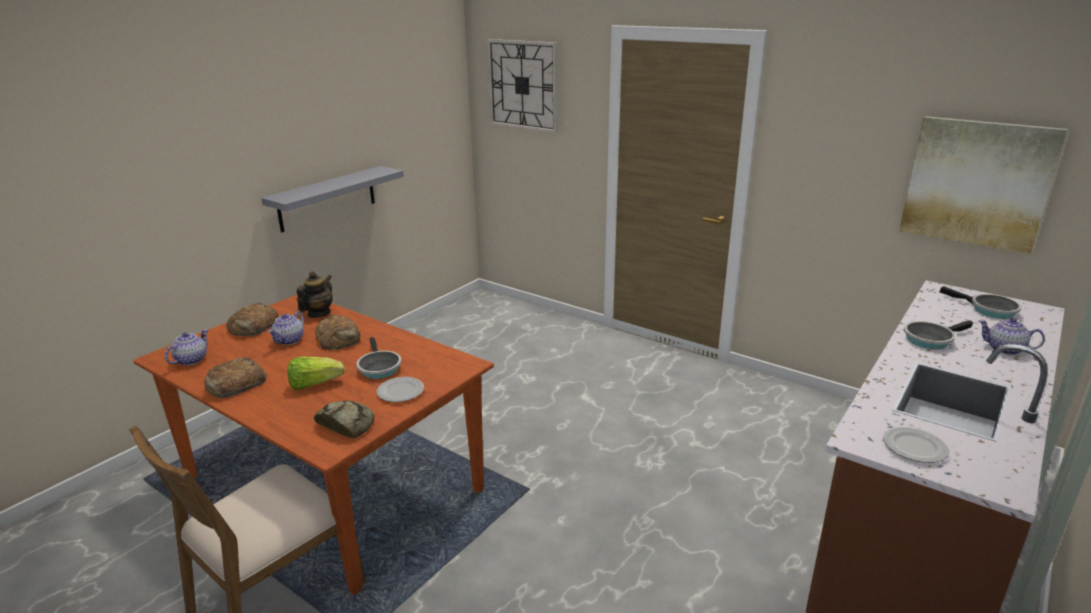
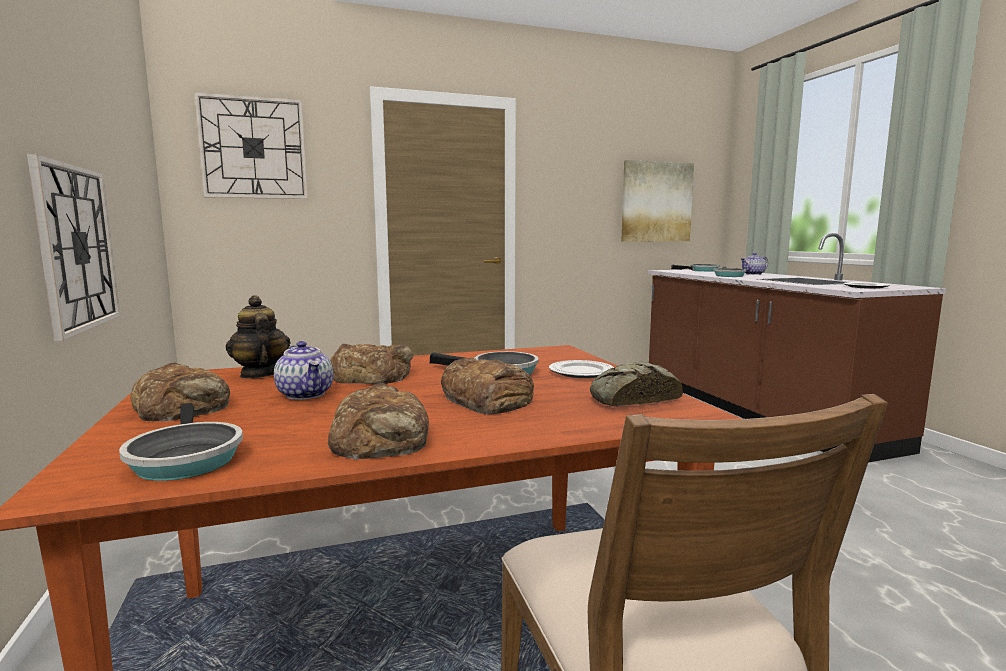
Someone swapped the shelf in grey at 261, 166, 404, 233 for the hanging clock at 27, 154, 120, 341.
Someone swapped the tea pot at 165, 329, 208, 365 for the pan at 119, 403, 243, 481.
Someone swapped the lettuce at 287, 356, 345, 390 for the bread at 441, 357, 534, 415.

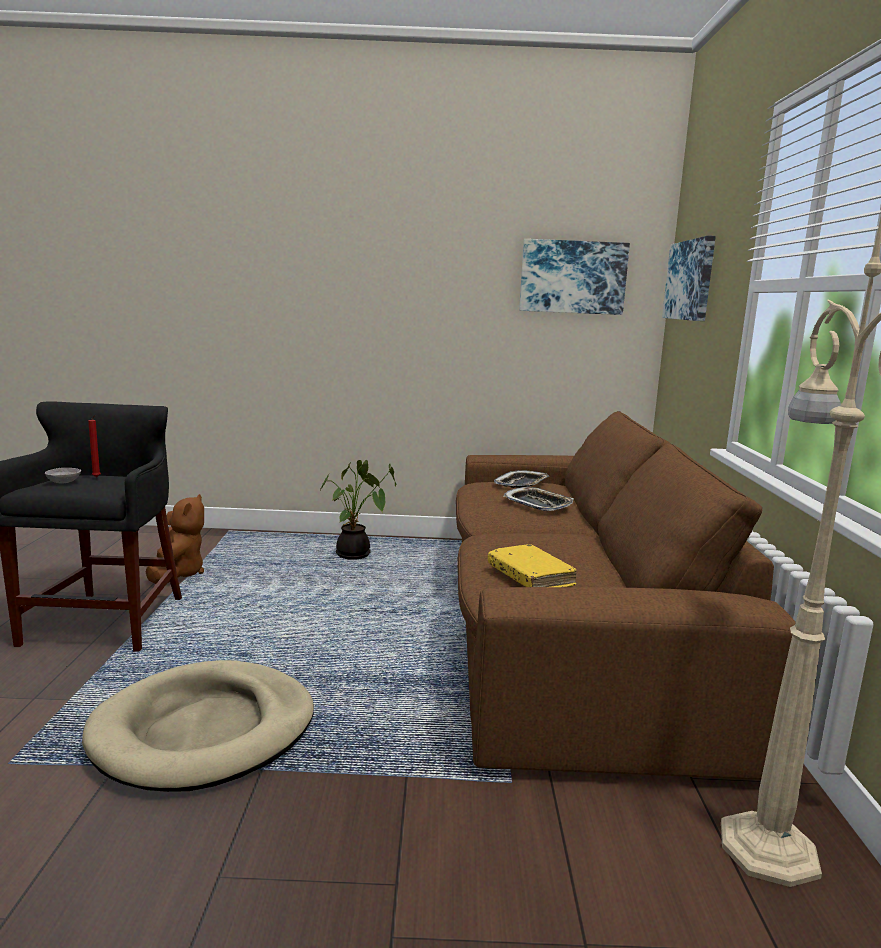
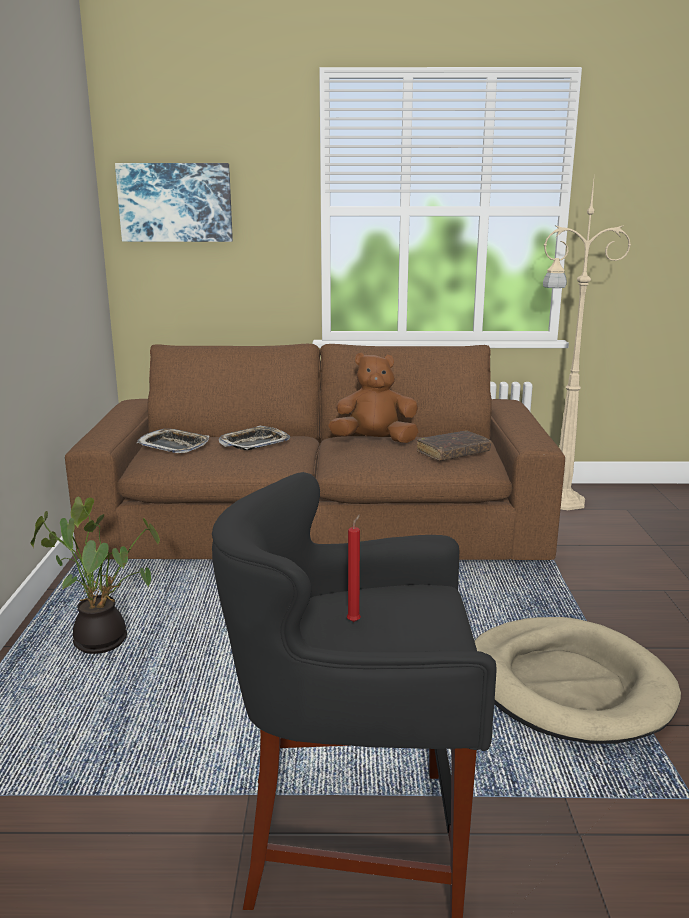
Someone carried the cuddly toy in brown from 146, 494, 204, 584 to 328, 353, 418, 443.
Someone repainted the volume in yellow-coloured at 488, 544, 577, 587, which became the volume in brown at 417, 430, 491, 461.
Someone took away the deep dish in grey at 45, 468, 81, 483.
Someone took away the wall picture at 519, 239, 630, 315.

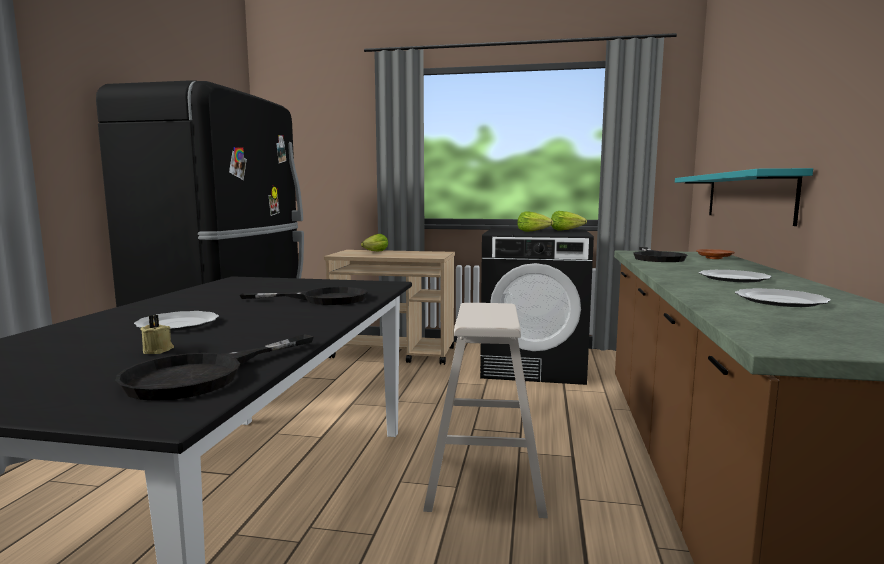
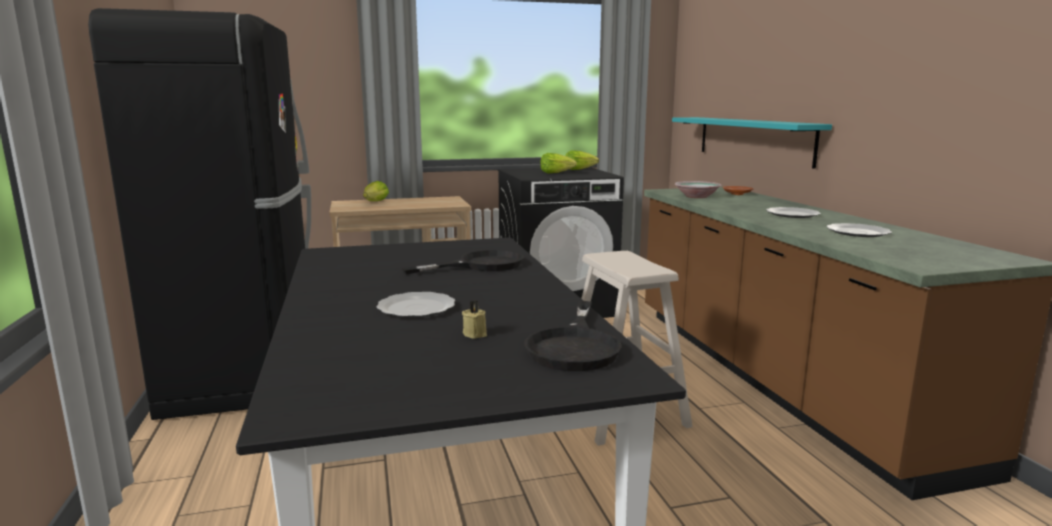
Someone swapped the pan in blackish at 633, 247, 687, 262 for the deep dish at 675, 181, 722, 198.

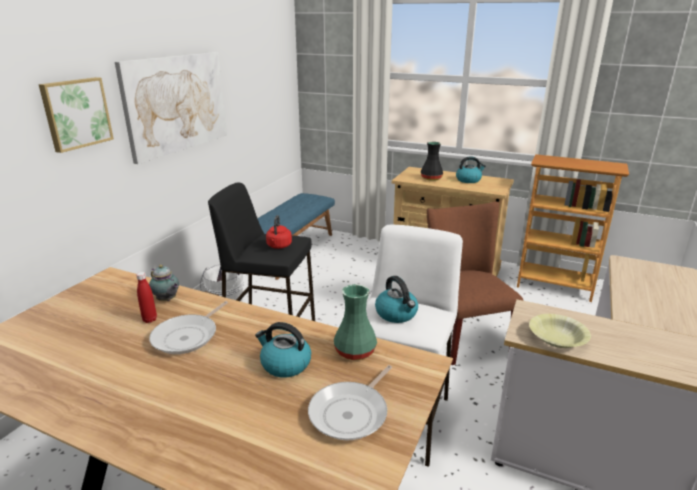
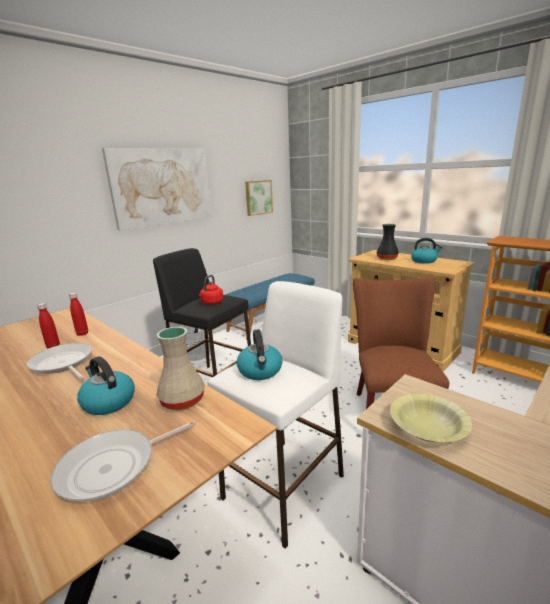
Someone rotated the pan at 149, 301, 228, 354 by 90 degrees clockwise.
Someone swapped the tea pot at 149, 264, 179, 301 for the beverage bottle in red-coloured at 69, 293, 88, 336.
Someone repainted the decorative vase in green-coloured at 334, 284, 377, 360, which became the decorative vase in sand-coloured at 156, 327, 205, 410.
Someone carried the wall picture from 39, 77, 114, 153 to 245, 180, 273, 216.

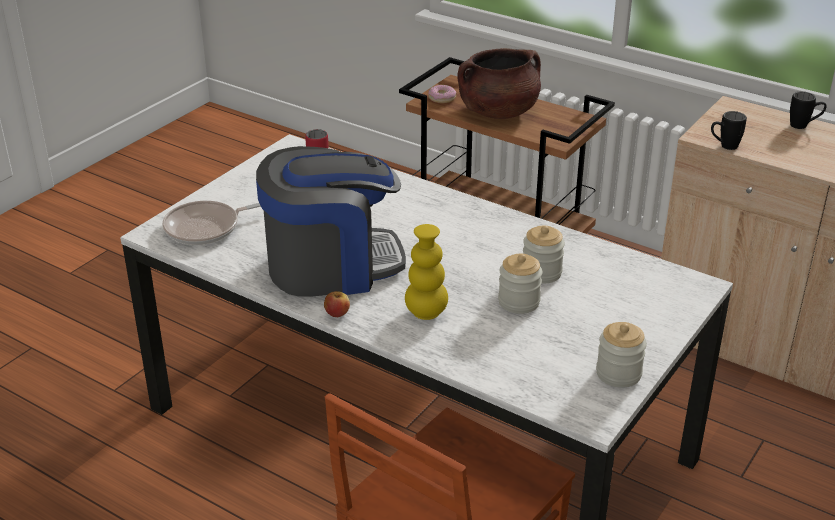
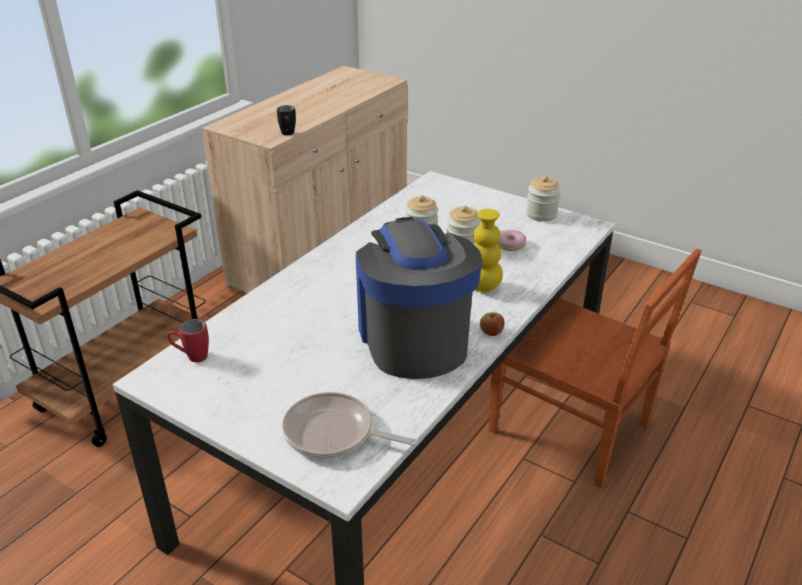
Someone rotated the pan at 163, 201, 261, 245 by 135 degrees clockwise.
Someone carried the ring doughnut from 428, 85, 457, 103 to 498, 230, 526, 251.
Someone took away the stockpot in brown at 457, 48, 541, 119.
Someone took away the coffee mug in blackish at 790, 91, 827, 129.

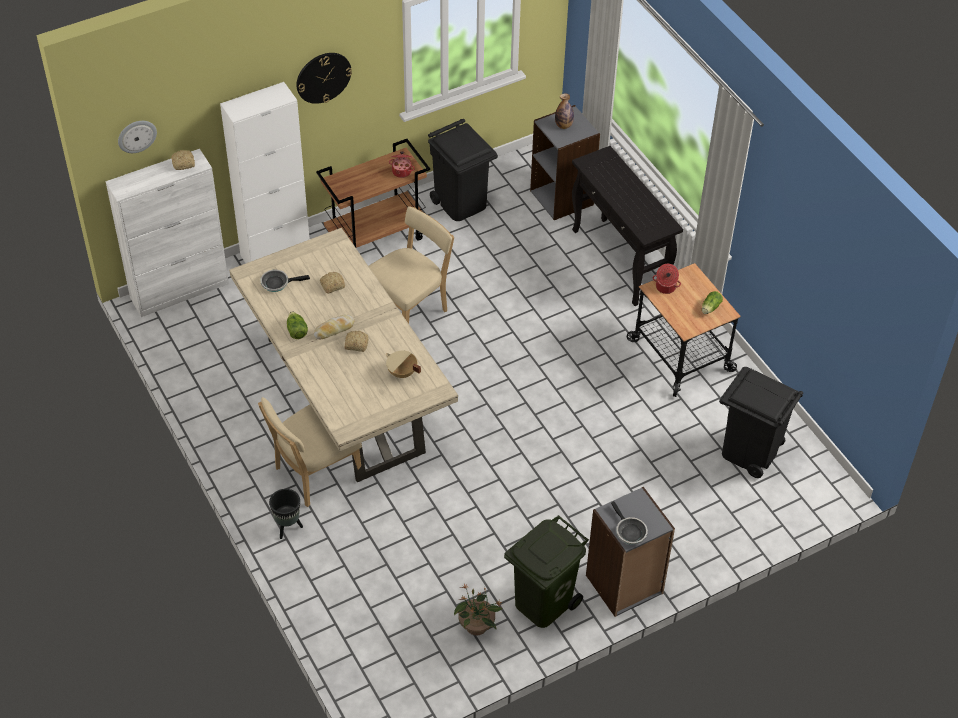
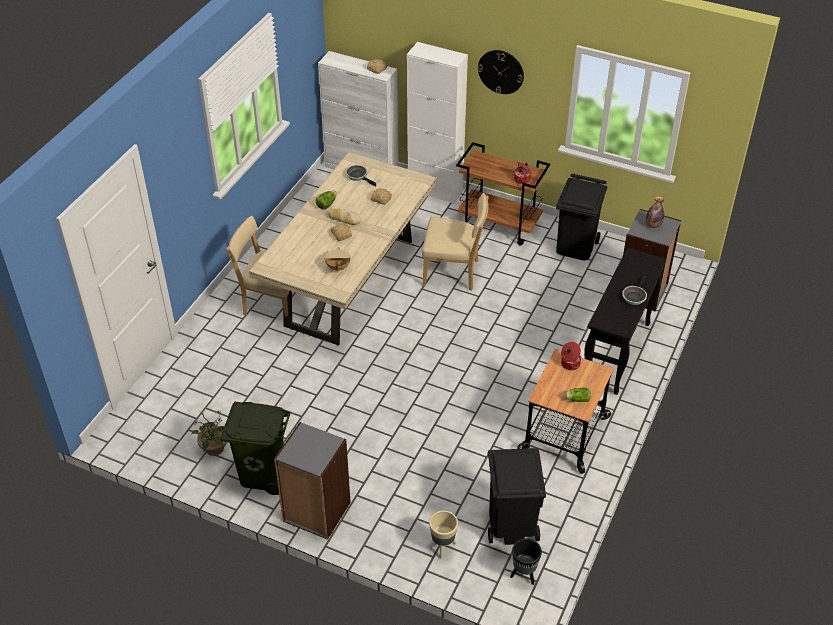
Someone put down the flower pot in sand-coloured at 429, 511, 458, 559.
Someone carried the flower pot in blackish from 269, 489, 303, 539 to 510, 538, 542, 585.
Someone carried the pan from 611, 501, 648, 545 to 622, 276, 647, 305.
Someone took away the hanging clock at 118, 121, 157, 153.

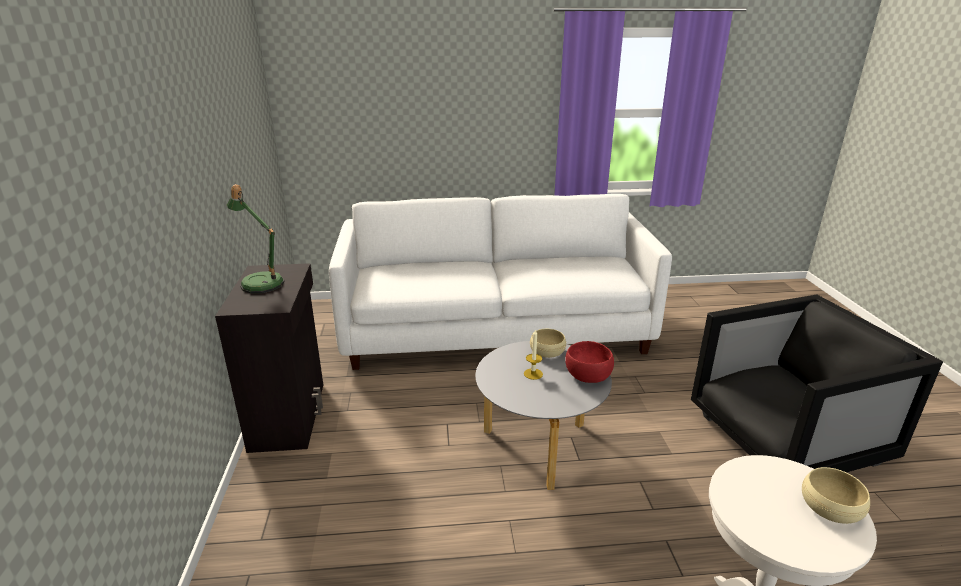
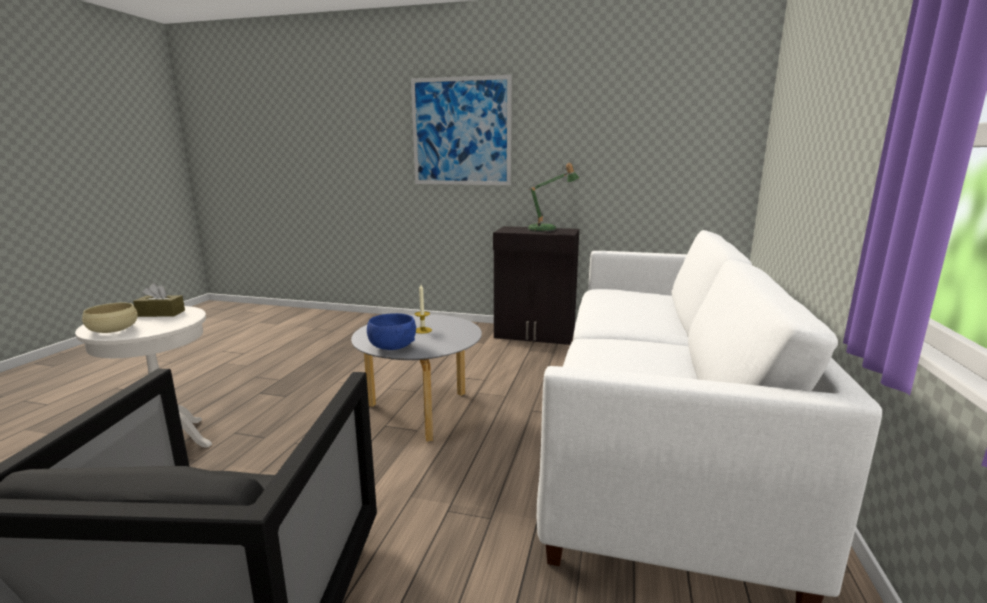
Someone put down the tissue box in brown at 133, 283, 185, 317.
Someone repainted the deep dish in red-coloured at 565, 341, 614, 383, which became the deep dish in bluish at 367, 313, 416, 350.
Someone put up the wall picture at 411, 75, 512, 185.
Someone took away the deep dish in sand-coloured at 530, 329, 566, 358.

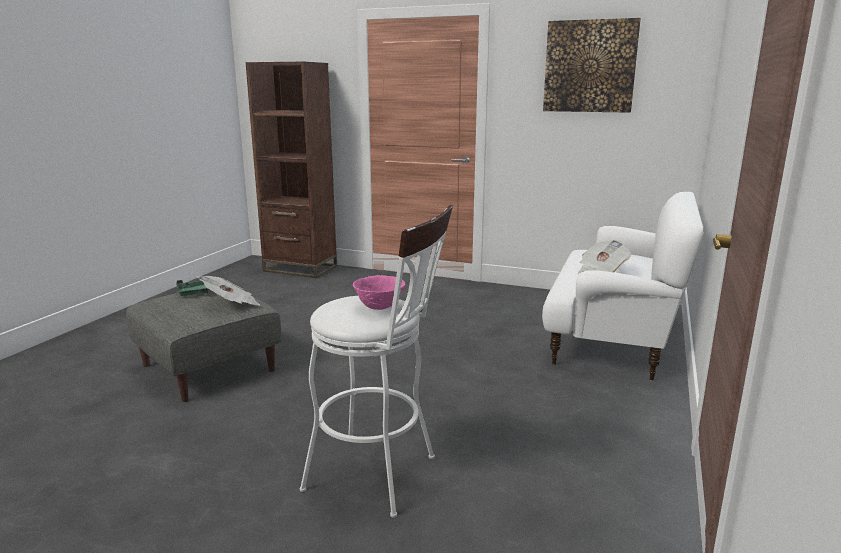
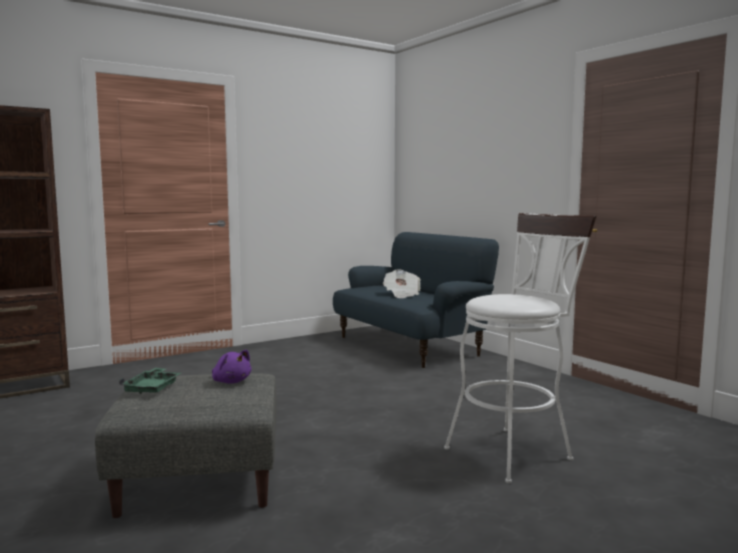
Someone swapped the daily paper at 197, 276, 260, 306 for the cuddly toy in purple at 212, 350, 252, 384.
Someone repainted the settee in white-coloured at 542, 192, 704, 381, which became the settee in bluish at 333, 232, 499, 368.
Someone took away the deep dish in pink at 353, 275, 405, 310.
Someone took away the wall picture at 543, 18, 641, 113.

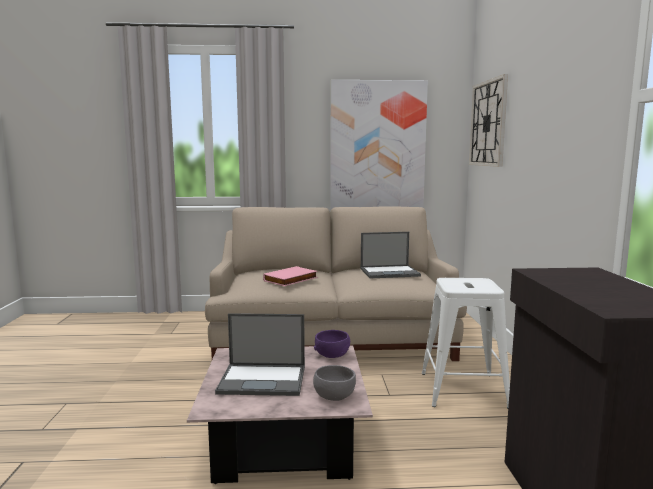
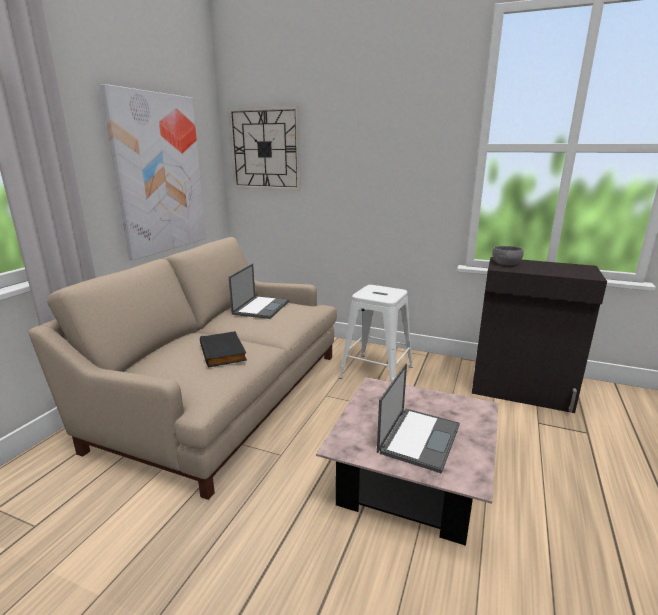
Someone repainted the volume in pink at 263, 266, 318, 286, which became the volume in blackish at 200, 331, 247, 368.
Someone carried the deep dish in grey from 313, 365, 356, 401 to 492, 246, 524, 265.
Someone took away the deep dish in purple at 314, 330, 350, 358.

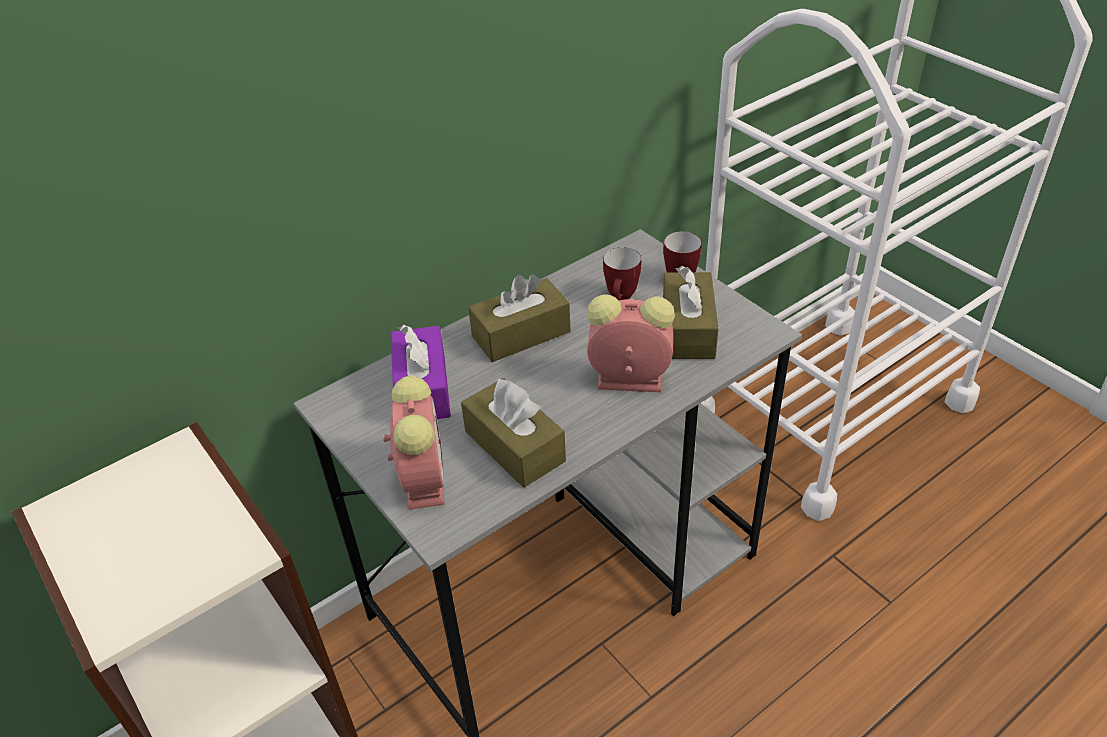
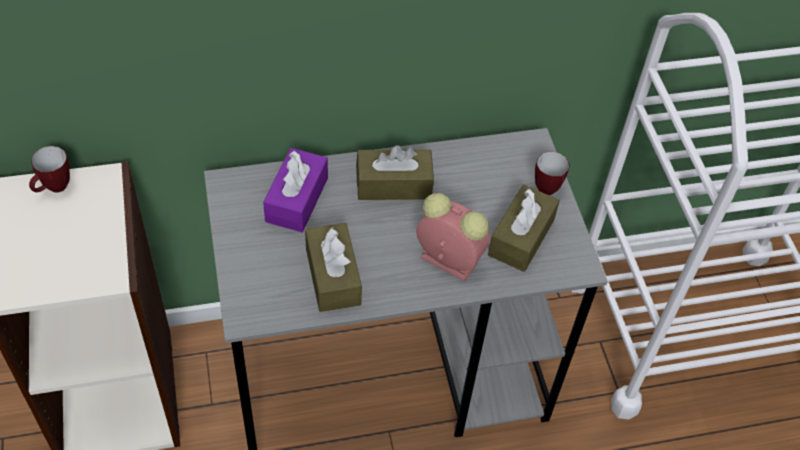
Someone carried the coffee mug from 603, 247, 641, 301 to 29, 146, 70, 192.
Someone took away the table clock at 383, 376, 445, 510.

